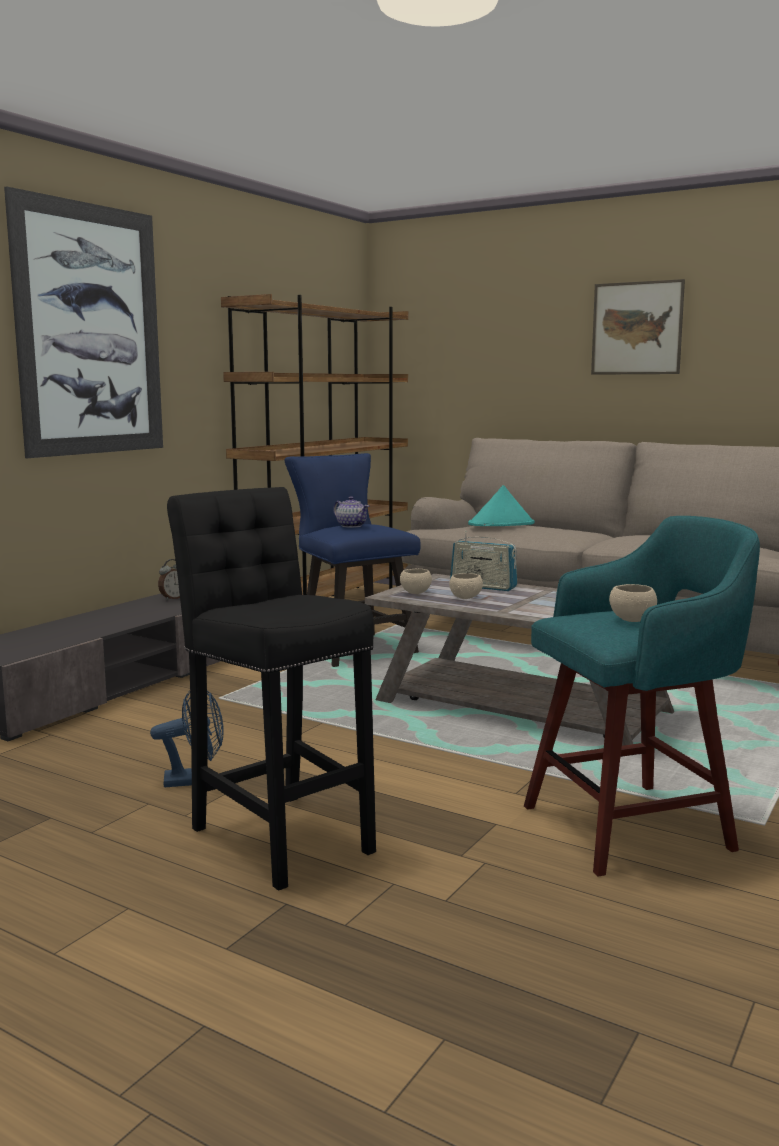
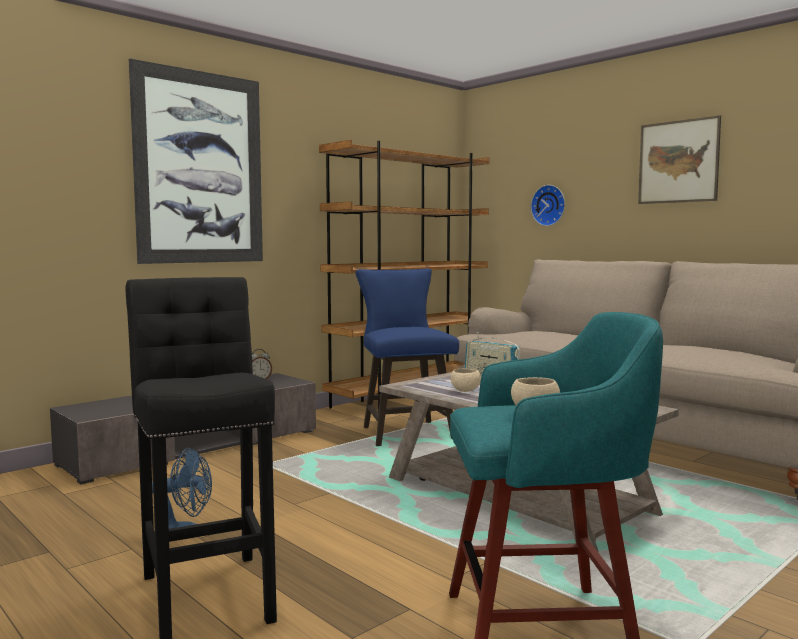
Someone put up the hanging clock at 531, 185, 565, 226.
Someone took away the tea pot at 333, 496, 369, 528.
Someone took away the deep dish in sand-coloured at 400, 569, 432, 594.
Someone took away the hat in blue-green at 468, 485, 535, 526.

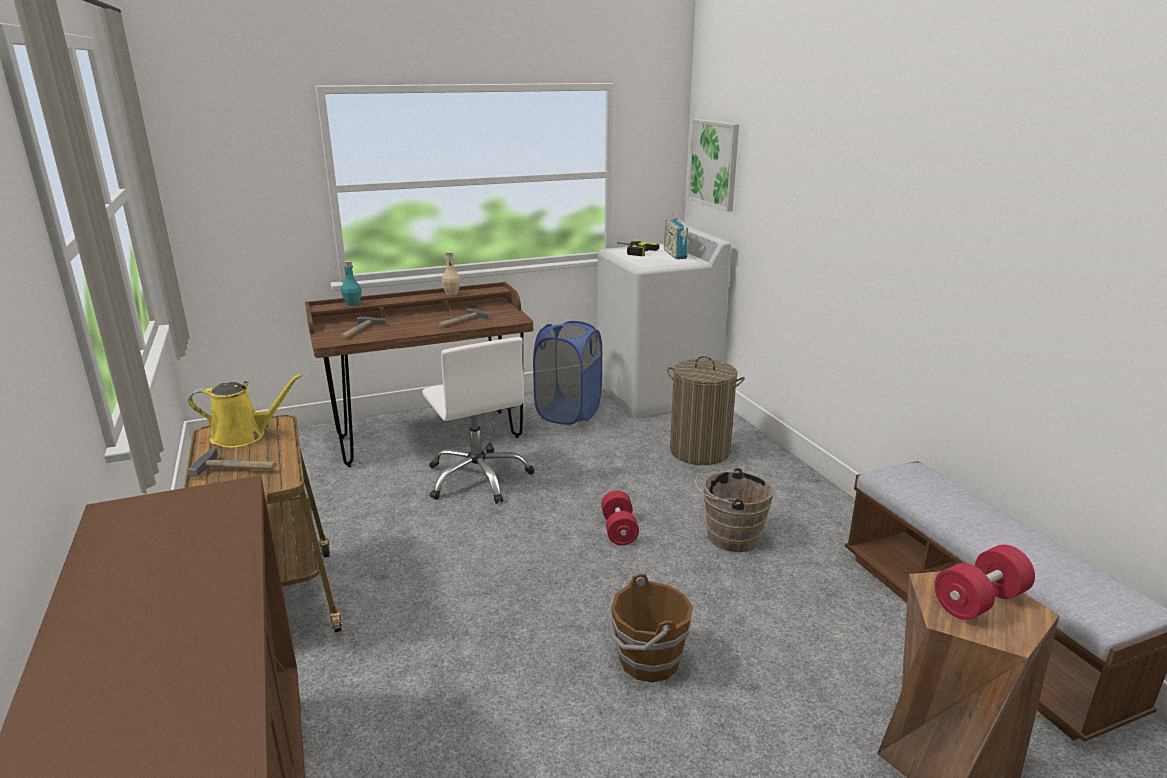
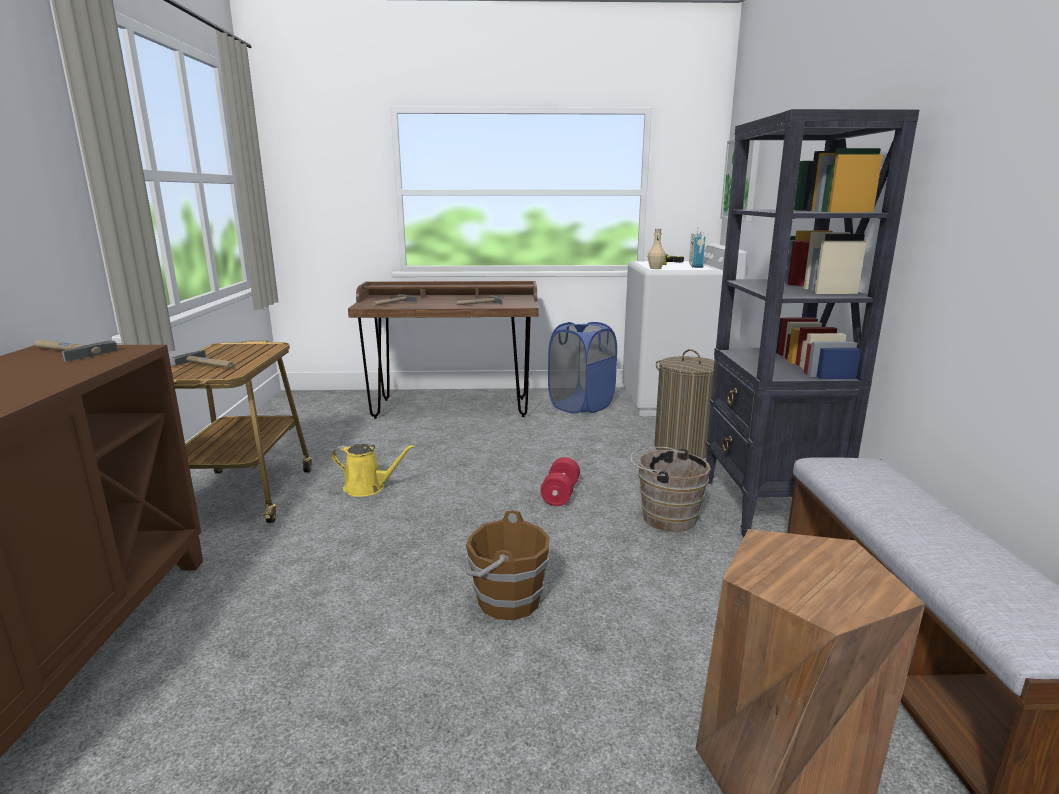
Someone put down the hand hammer at 34, 339, 118, 362.
Someone carried the sprinkling can in yellow-coloured from 188, 374, 303, 448 to 332, 444, 415, 497.
Someone carried the beverage bottle in sand-coloured from 441, 252, 461, 296 to 648, 229, 666, 269.
Someone put down the bookshelf in blackish at 706, 109, 919, 537.
Someone took away the beverage bottle in blue-green at 341, 261, 362, 306.
Someone took away the computer chair in white-coloured at 422, 337, 534, 504.
Someone took away the hand weight in red-coloured at 934, 545, 1035, 620.

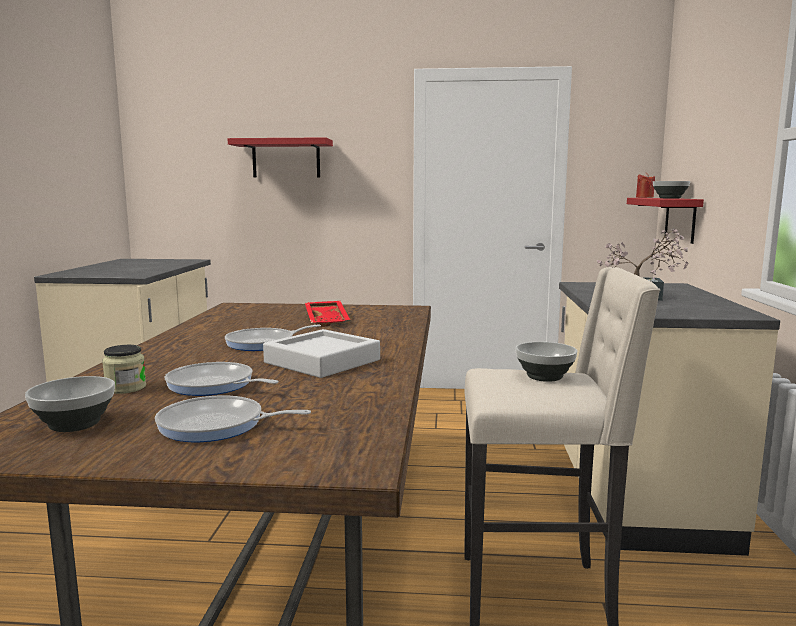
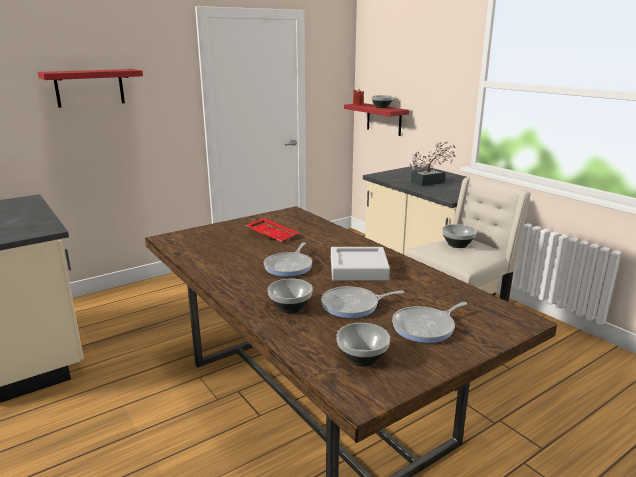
Someone put down the deep dish at 268, 279, 313, 313.
Someone took away the jar at 102, 345, 146, 394.

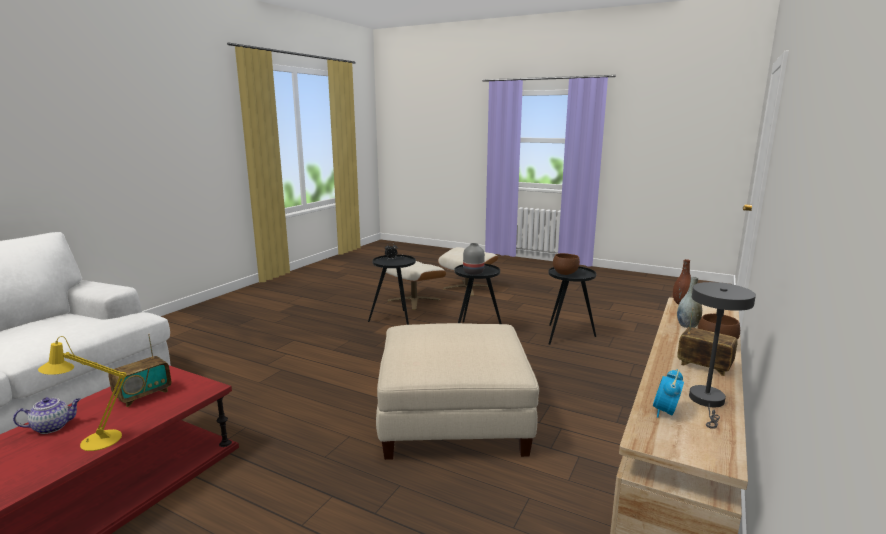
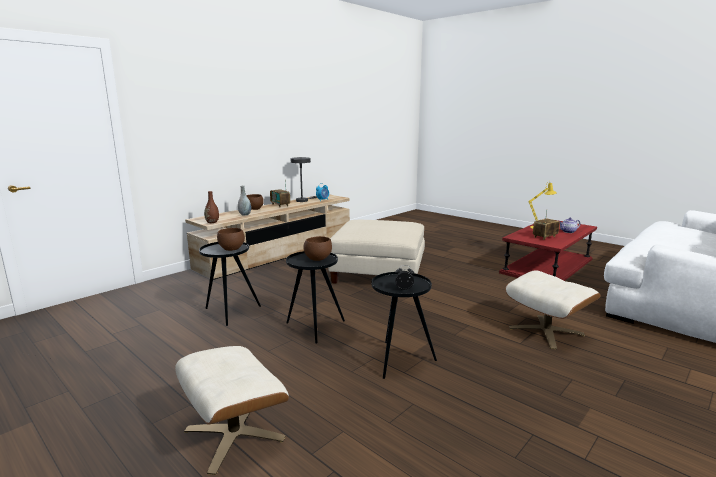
Someone swapped the decorative vase in grey at 463, 243, 485, 275 for the deep dish in brown at 304, 236, 332, 261.
Someone carried the pouffe in sand-coloured from 382, 261, 446, 310 to 505, 270, 601, 349.

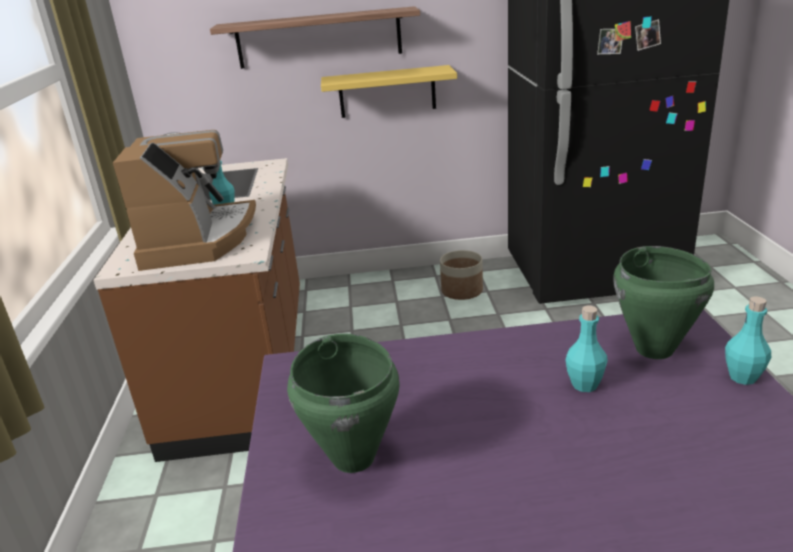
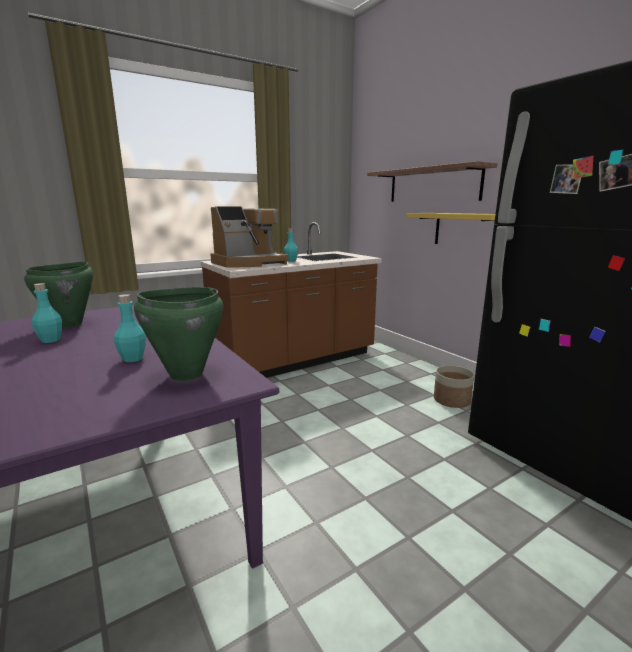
Someone carried the beverage bottle in blue-green from 725, 296, 771, 385 to 32, 283, 62, 343.

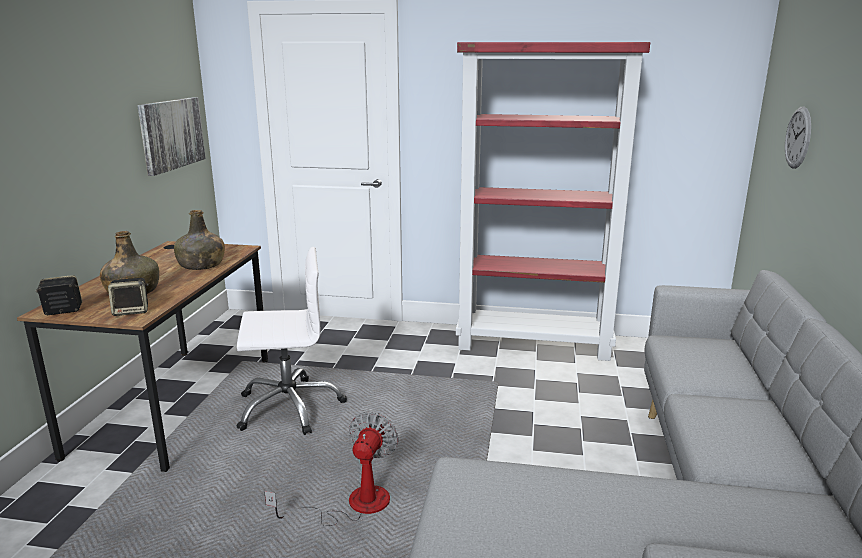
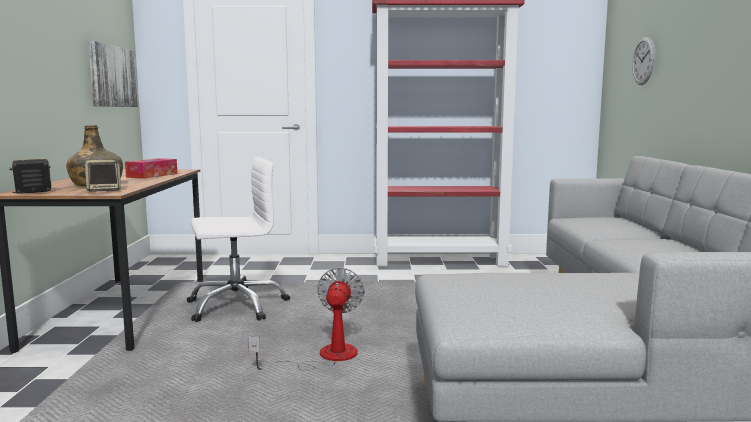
Someone swapped the beverage bottle in green-coloured at 174, 210, 225, 270 for the tissue box at 125, 158, 177, 179.

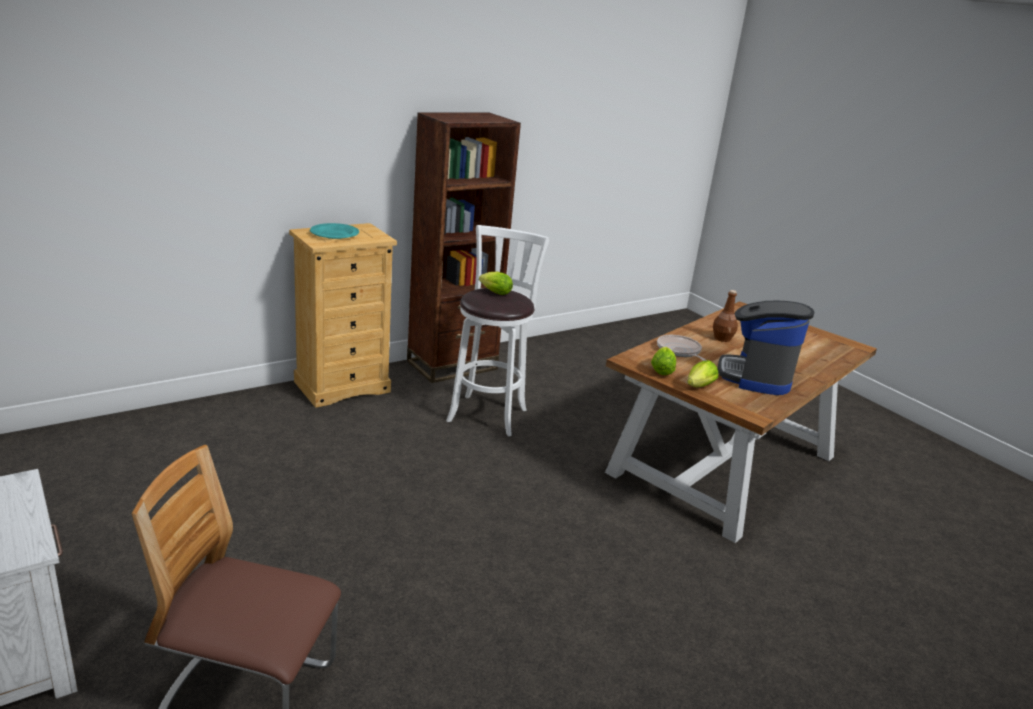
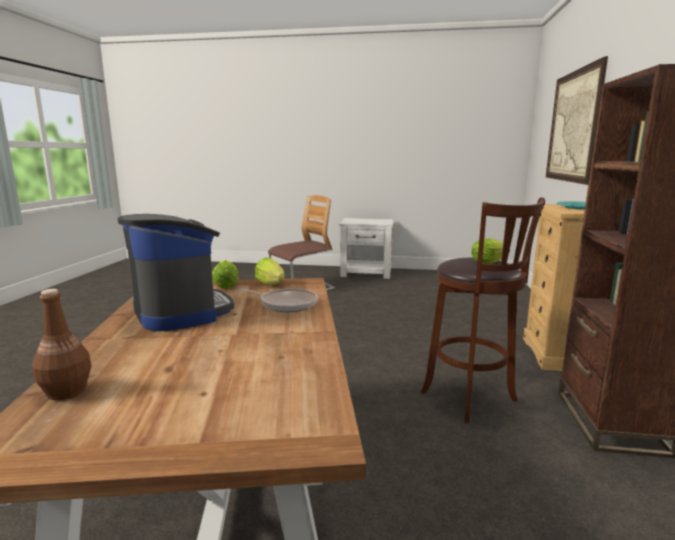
Someone carried the beverage bottle in brown from 713, 290, 738, 342 to 32, 289, 92, 400.
Someone repainted the sitting stool in white-coloured at 446, 225, 550, 436, which became the sitting stool in brown at 421, 197, 545, 423.
Someone put up the wall picture at 546, 56, 608, 185.

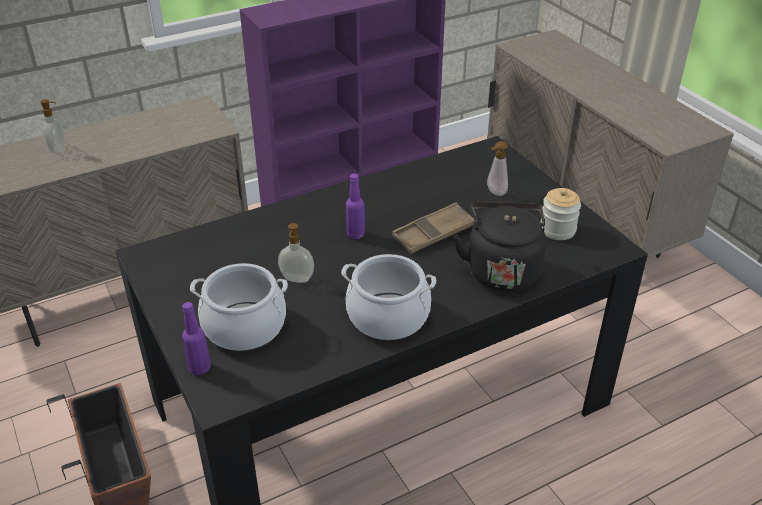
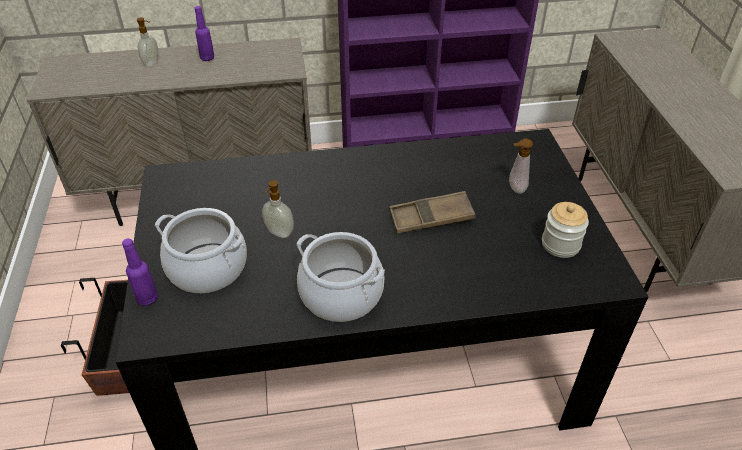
Someone carried the beverage bottle in purple from 346, 174, 365, 239 to 195, 6, 214, 61.
Someone took away the tea kettle in blackish at 453, 202, 546, 291.

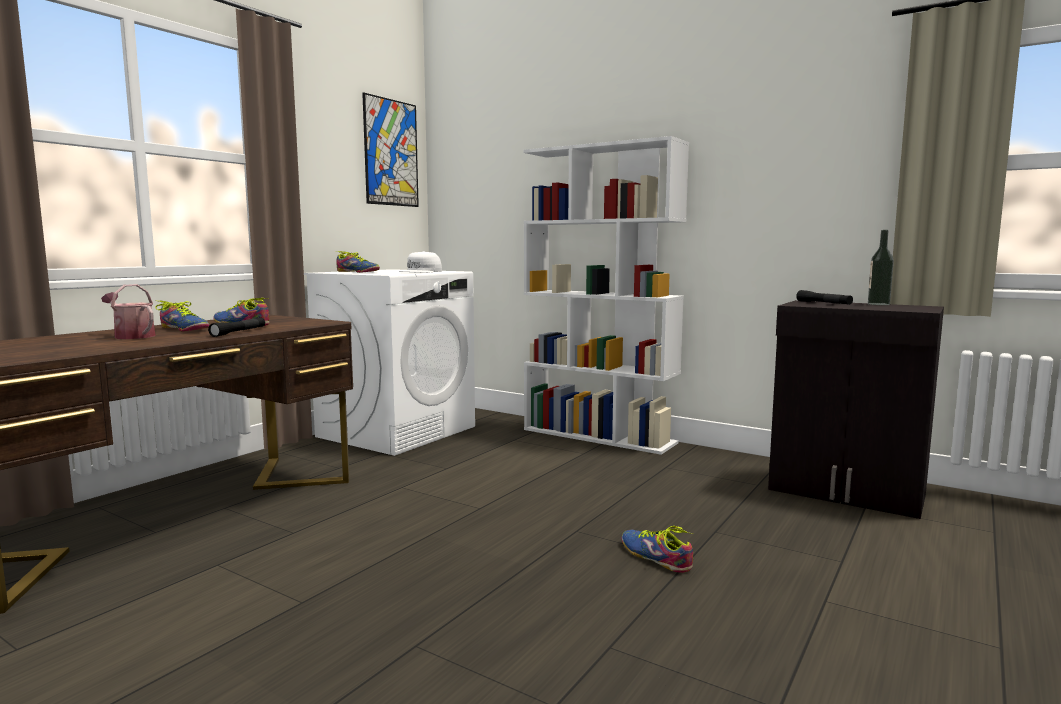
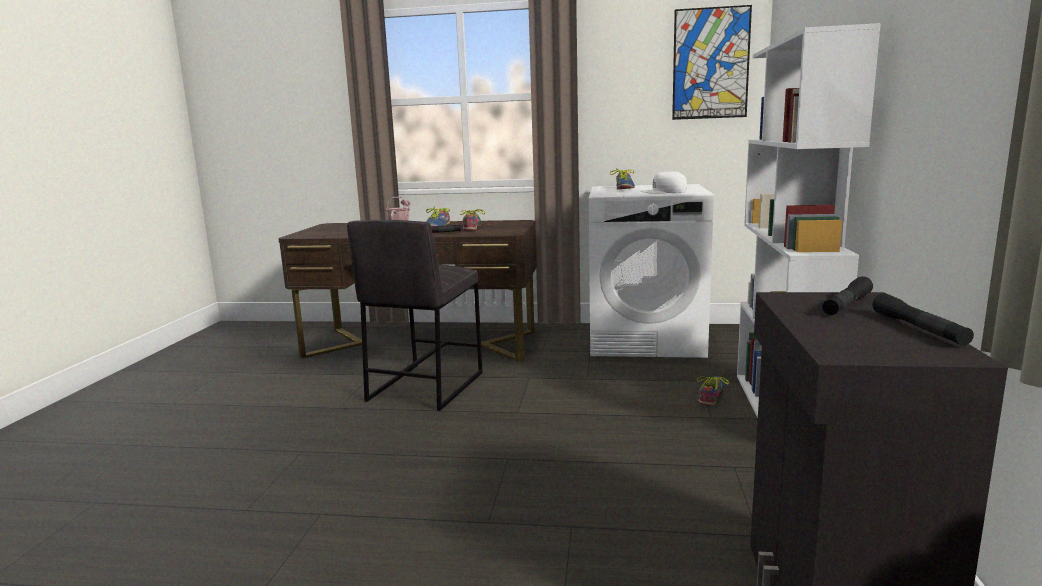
Someone put down the sitting stool in grey at 347, 220, 483, 411.
Someone carried the low shoe from 622, 526, 693, 573 to 697, 376, 730, 406.
Someone swapped the beverage bottle at 868, 230, 894, 305 for the flashlight in blackish at 872, 293, 974, 345.

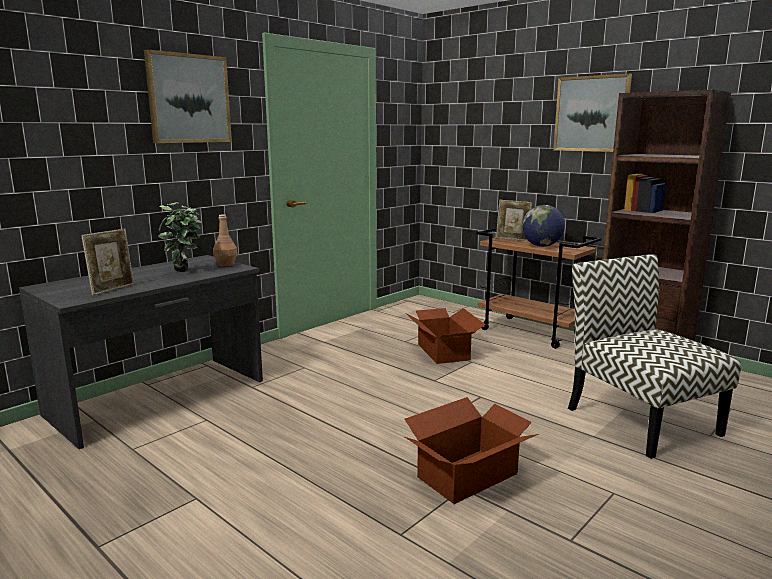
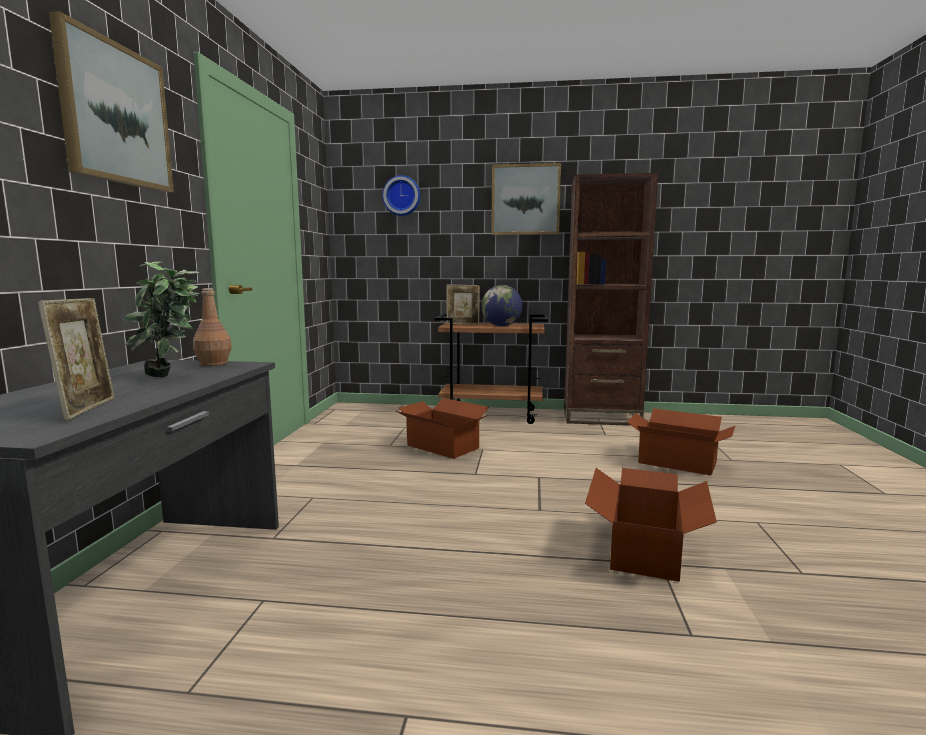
Someone put up the hanging clock at 382, 175, 420, 216.
Someone swapped the plain chair at 568, 254, 741, 459 for the packing box at 627, 408, 735, 476.

